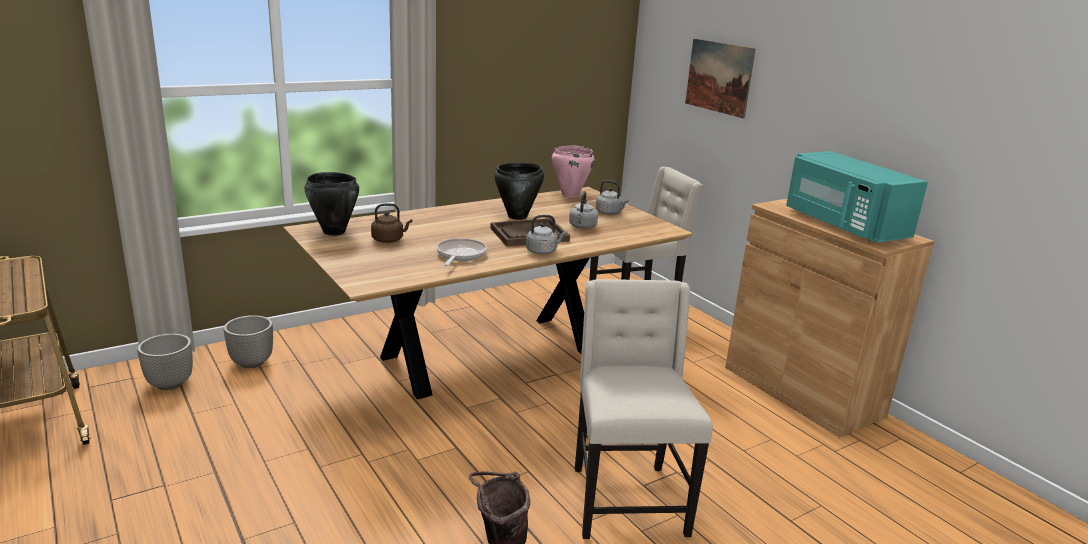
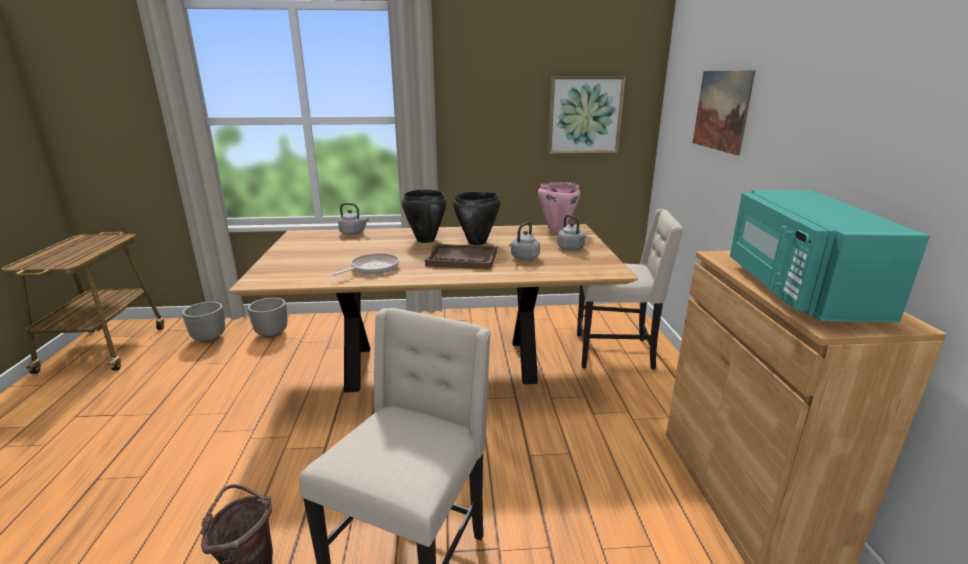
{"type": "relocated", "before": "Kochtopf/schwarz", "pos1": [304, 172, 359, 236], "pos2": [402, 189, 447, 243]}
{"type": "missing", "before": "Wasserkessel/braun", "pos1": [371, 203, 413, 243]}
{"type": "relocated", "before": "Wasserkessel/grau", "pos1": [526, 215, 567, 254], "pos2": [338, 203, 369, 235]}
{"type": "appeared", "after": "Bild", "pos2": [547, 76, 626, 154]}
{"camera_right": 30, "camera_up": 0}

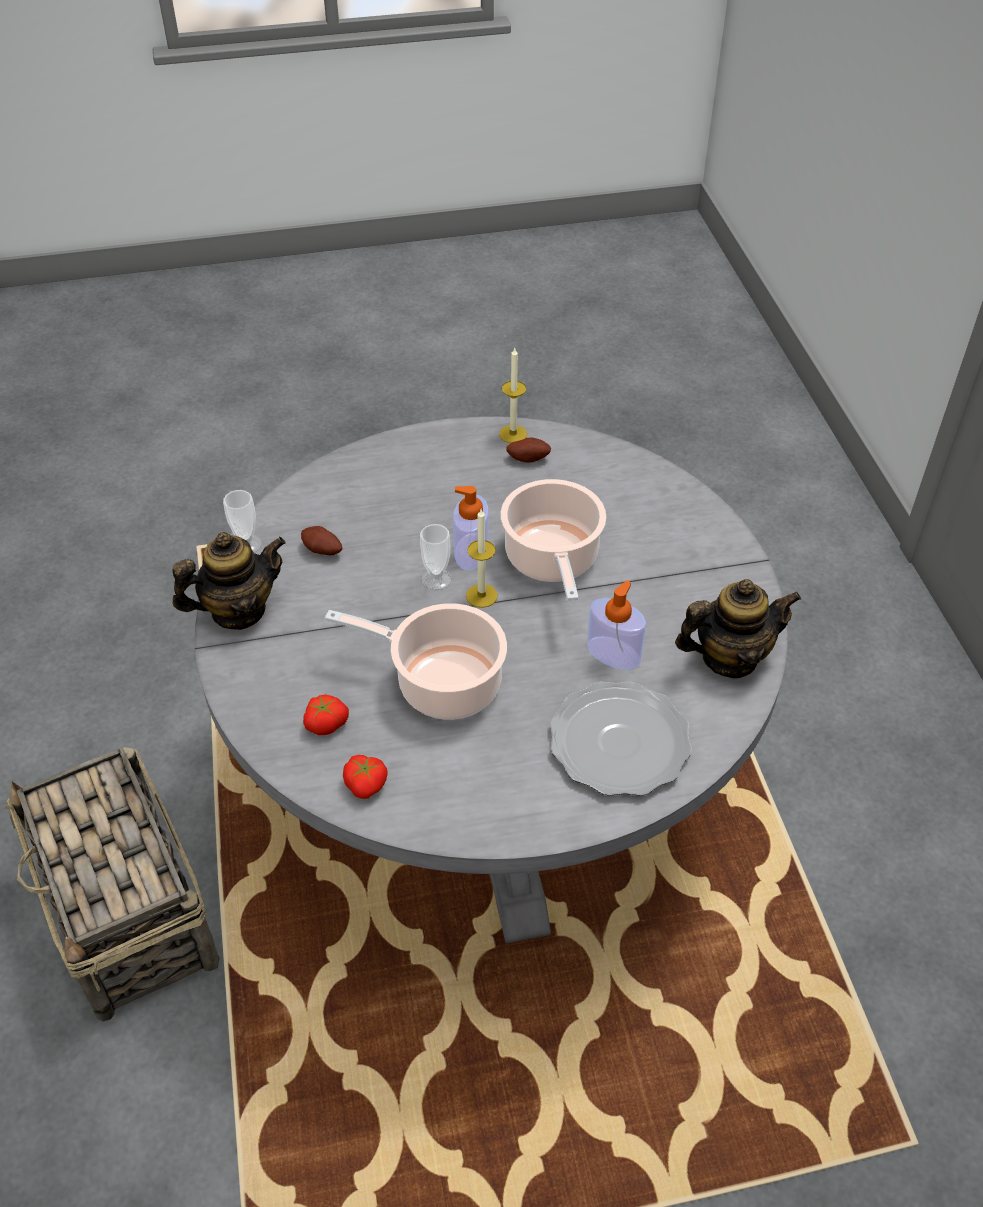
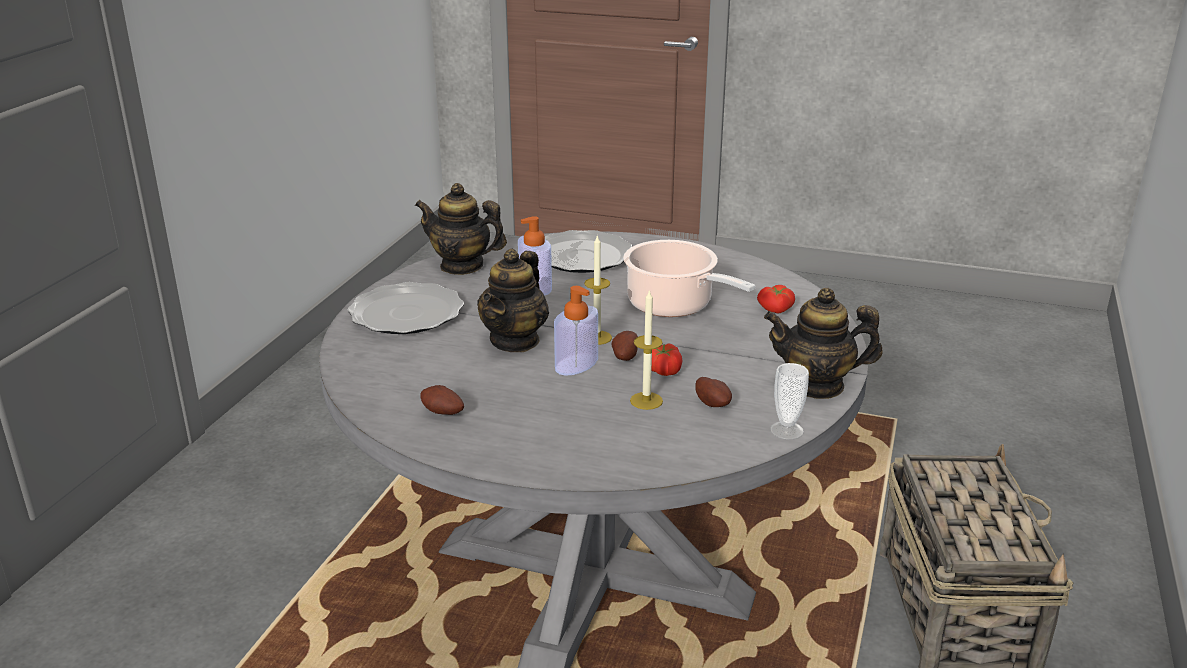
{"type": "relocated", "before": "Tomate", "pos1": [343, 755, 388, 799], "pos2": [652, 343, 682, 376]}
{"type": "exchanged", "before": "Tasse", "after": "Kartoffel", "pos1": [420, 524, 452, 590], "pos2": [612, 331, 638, 361]}
{"type": "relocated", "before": "Kerze", "pos1": [499, 348, 527, 443], "pos2": [630, 289, 663, 410]}
{"type": "exchanged", "before": "Kochtopf", "after": "Teekanne", "pos1": [501, 479, 606, 601], "pos2": [477, 248, 549, 352]}
{"type": "appeared", "after": "Teller", "pos2": [348, 282, 464, 334]}
{"camera_right": -150, "camera_up": -20}

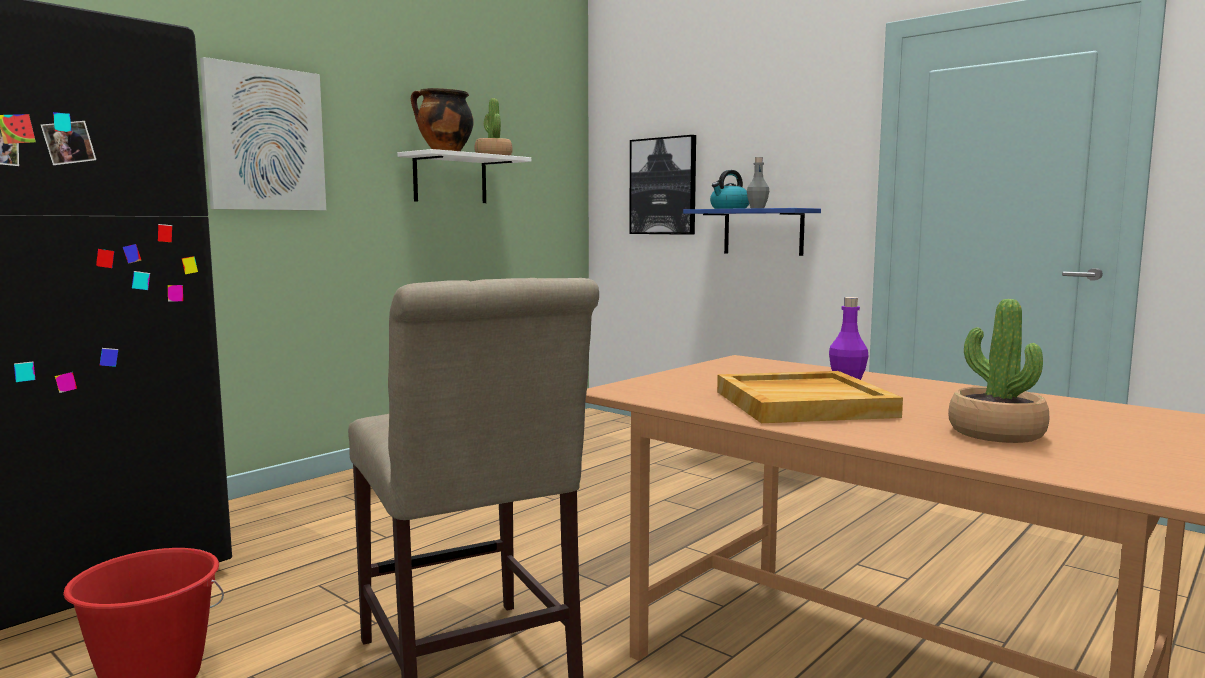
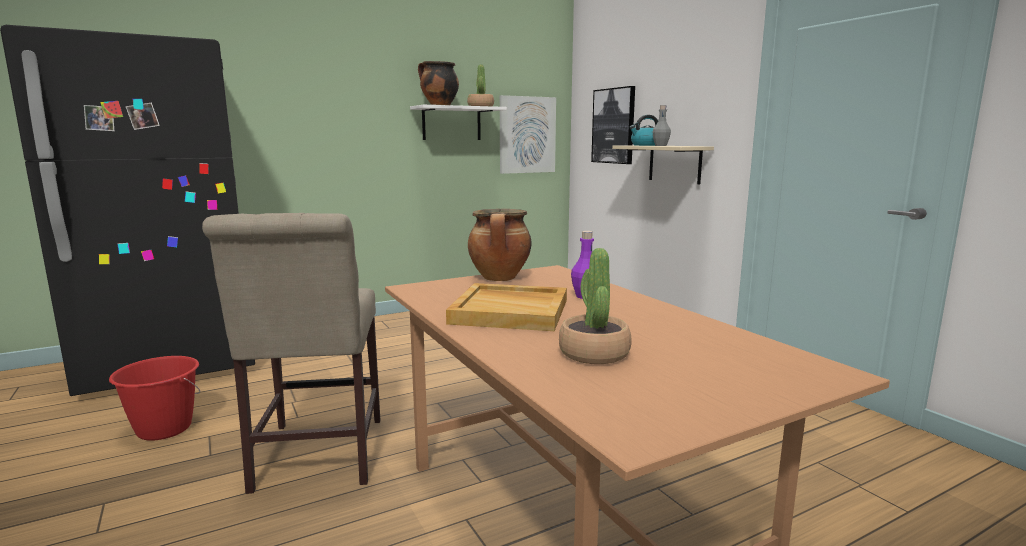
{"type": "relocated", "before": "Bild", "pos1": [200, 57, 326, 211], "pos2": [500, 95, 556, 174]}
{"type": "colour", "before": "Wandregal/blau", "after": "Wandregal/beige", "pos1": [683, 208, 821, 256], "pos2": [612, 145, 714, 184]}
{"type": "appeared", "after": "Kochtopf", "pos2": [468, 209, 531, 281]}
{"camera_right": 20, "camera_up": 5}

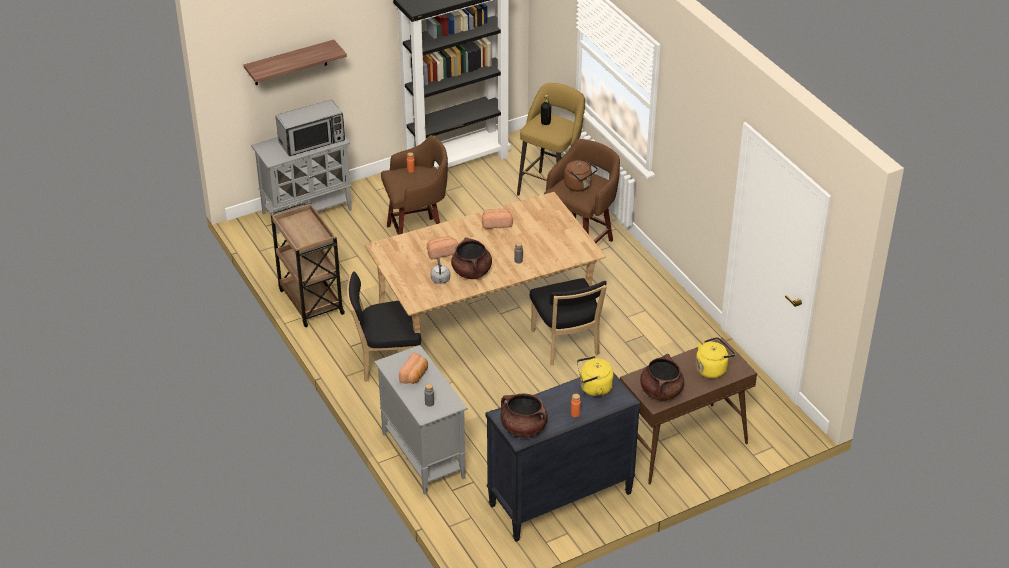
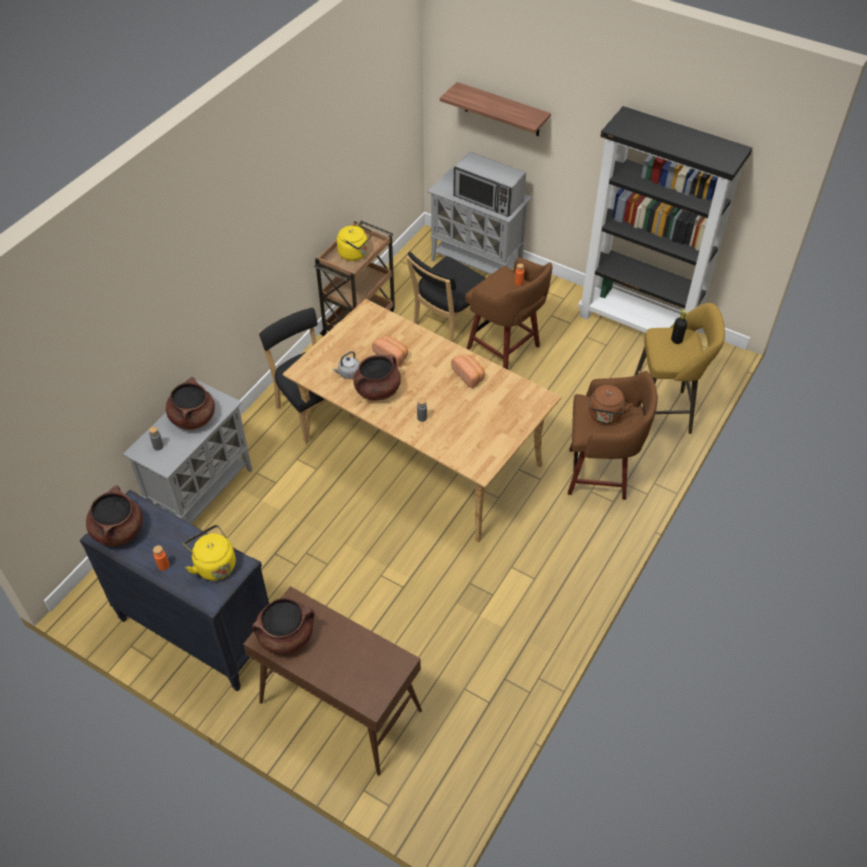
{"type": "exchanged", "before": "Brot", "after": "Kochtopf/braun", "pos1": [399, 353, 428, 384], "pos2": [166, 377, 215, 430]}
{"type": "relocated", "before": "Stuhl/schwarz", "pos1": [530, 278, 607, 365], "pos2": [406, 252, 486, 342]}
{"type": "relocated", "before": "Wasserkessel/gelb", "pos1": [696, 337, 736, 378], "pos2": [337, 224, 373, 261]}
{"camera_right": 60, "camera_up": 10}

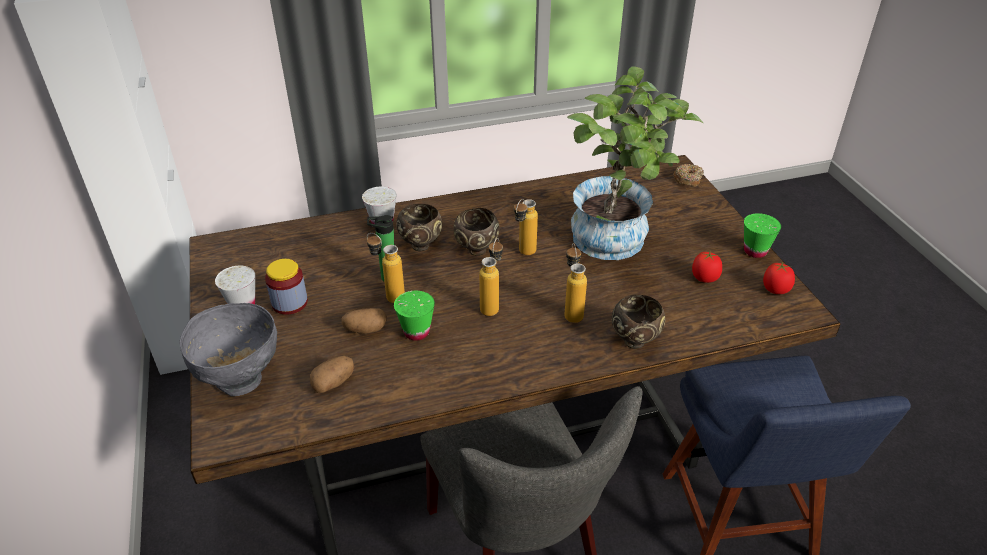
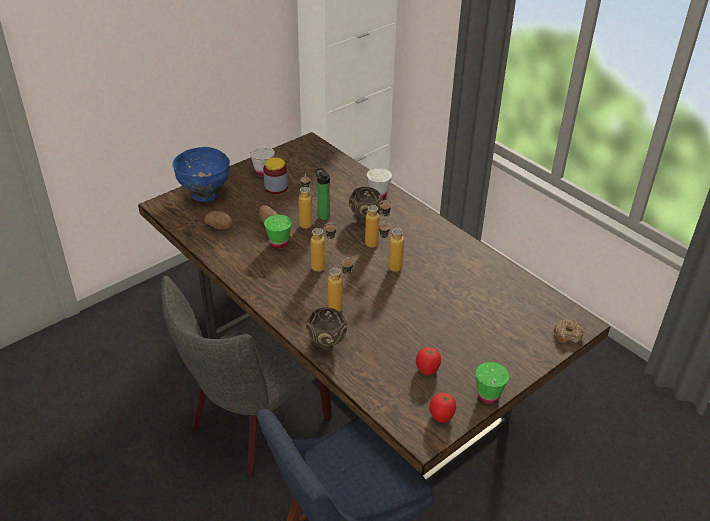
{"type": "colour", "before": "Schüssel/grau", "after": "Schüssel/blau", "pos1": [179, 303, 277, 396], "pos2": [172, 147, 230, 202]}
{"type": "exchanged", "before": "Schüssel/braun", "after": "Flasche", "pos1": [453, 208, 500, 256], "pos2": [365, 201, 392, 248]}
{"type": "missing", "before": "Topfpflanze", "pos1": [567, 66, 703, 260]}
{"camera_right": 65, "camera_up": 0}

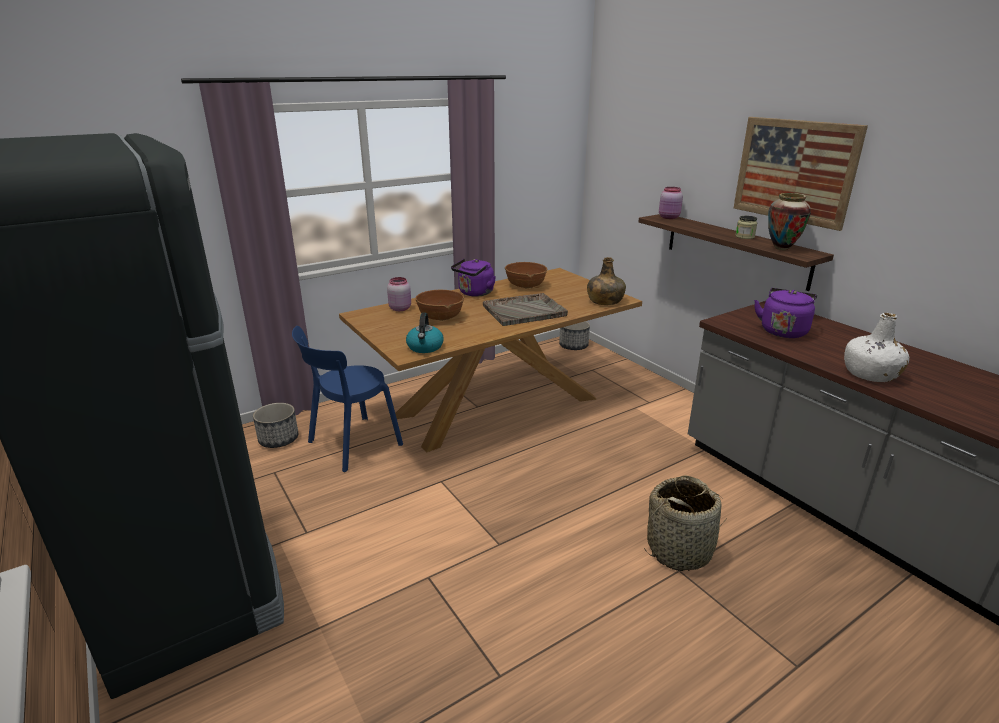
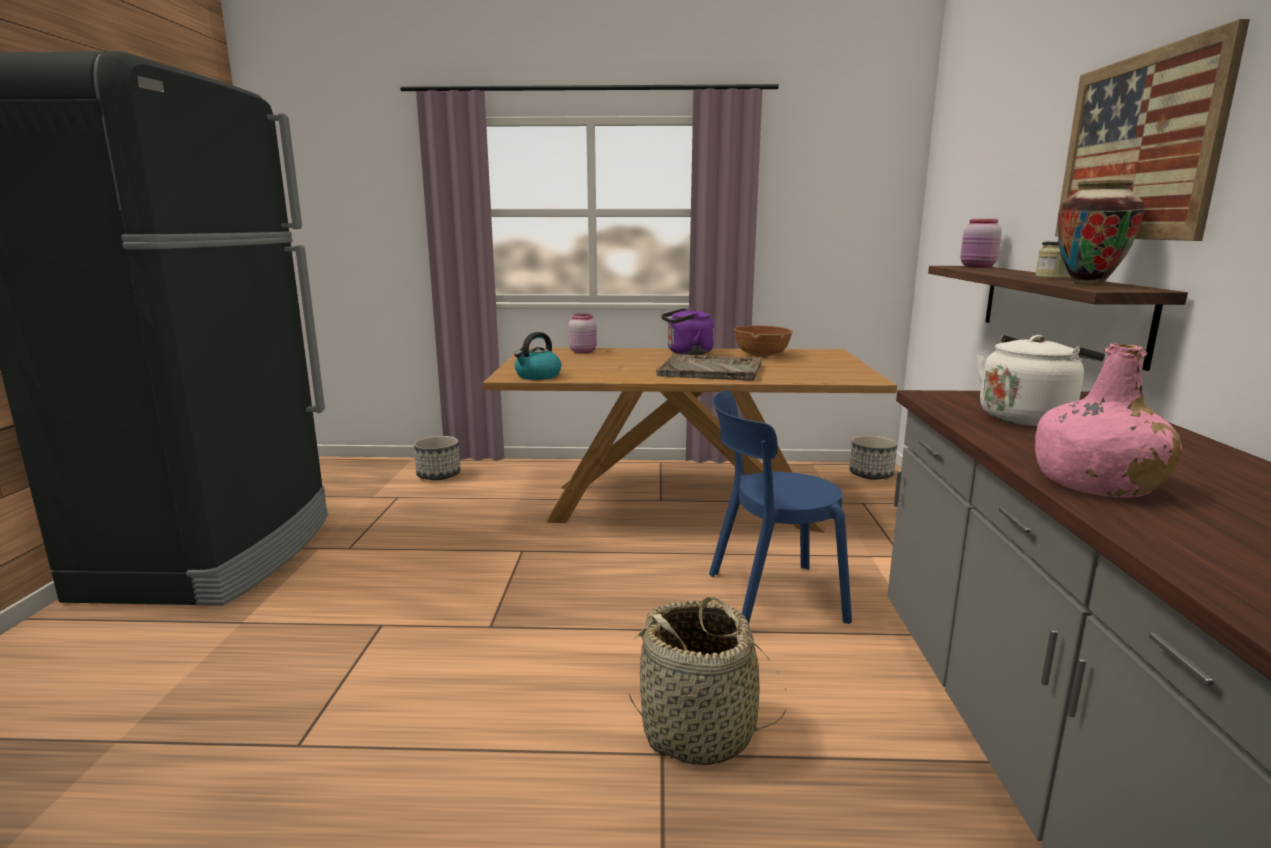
{"type": "relocated", "before": "Stuhl/blau", "pos1": [292, 326, 403, 472], "pos2": [709, 390, 852, 624]}
{"type": "missing", "before": "Schüssel/braun", "pos1": [415, 290, 464, 321]}
{"type": "missing", "before": "Flasche/grün", "pos1": [587, 257, 626, 305]}
{"type": "colour", "before": "Wasserkessel/lila", "after": "Wasserkessel/weiß", "pos1": [754, 288, 817, 338], "pos2": [977, 335, 1105, 426]}
{"type": "colour", "before": "Flasche/weiß", "after": "Flasche/rosa", "pos1": [844, 313, 910, 382], "pos2": [1035, 343, 1182, 498]}
{"camera_right": 35, "camera_up": -10}

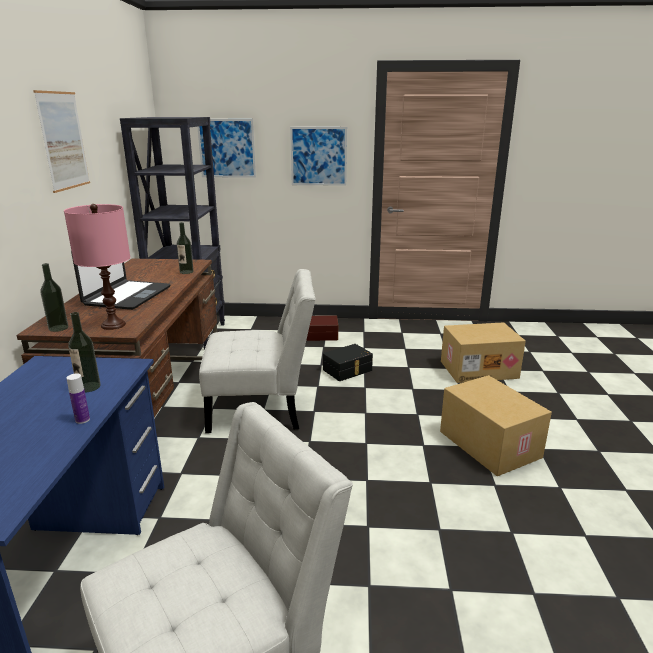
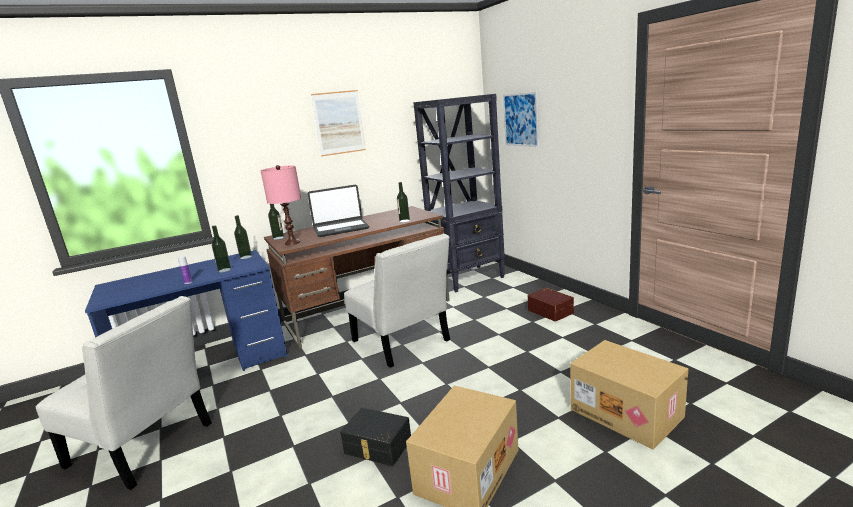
{"type": "missing", "before": "Bild", "pos1": [290, 127, 347, 186]}
{"type": "relocated", "before": "Aufbewahrungsbox/schwarz", "pos1": [323, 344, 373, 381], "pos2": [340, 408, 411, 466]}
{"type": "appeared", "after": "Flasche", "pos2": [234, 215, 252, 259]}
{"camera_right": 60, "camera_up": -5}

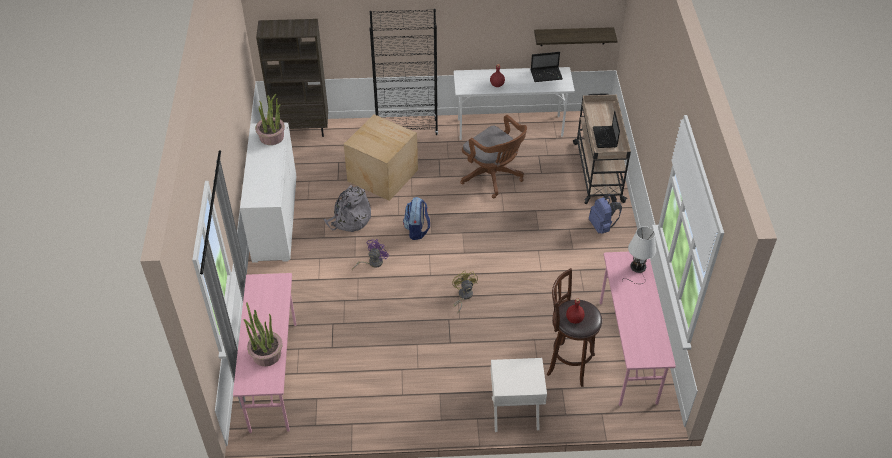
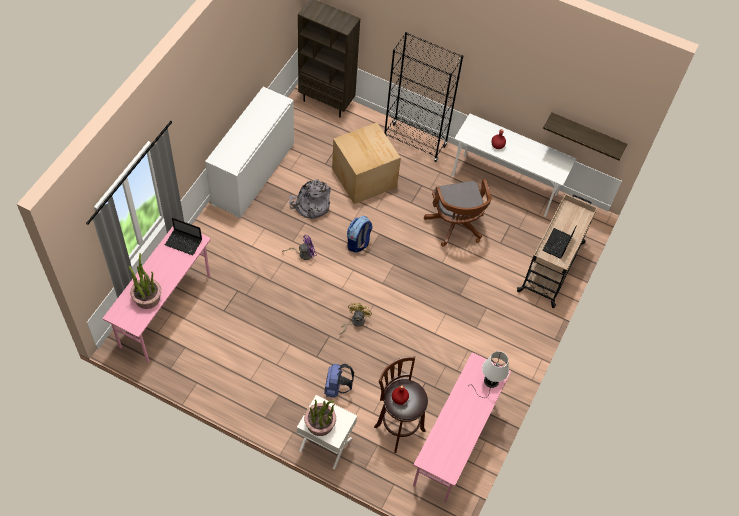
{"type": "relocated", "before": "Topfpflanze", "pos1": [255, 94, 285, 145], "pos2": [304, 399, 336, 436]}
{"type": "relocated", "before": "Laptop", "pos1": [531, 52, 563, 82], "pos2": [165, 218, 202, 255]}
{"type": "relocated", "before": "Rucksack/blau", "pos1": [589, 194, 622, 234], "pos2": [324, 364, 354, 398]}
{"camera_right": 25, "camera_up": 10}

